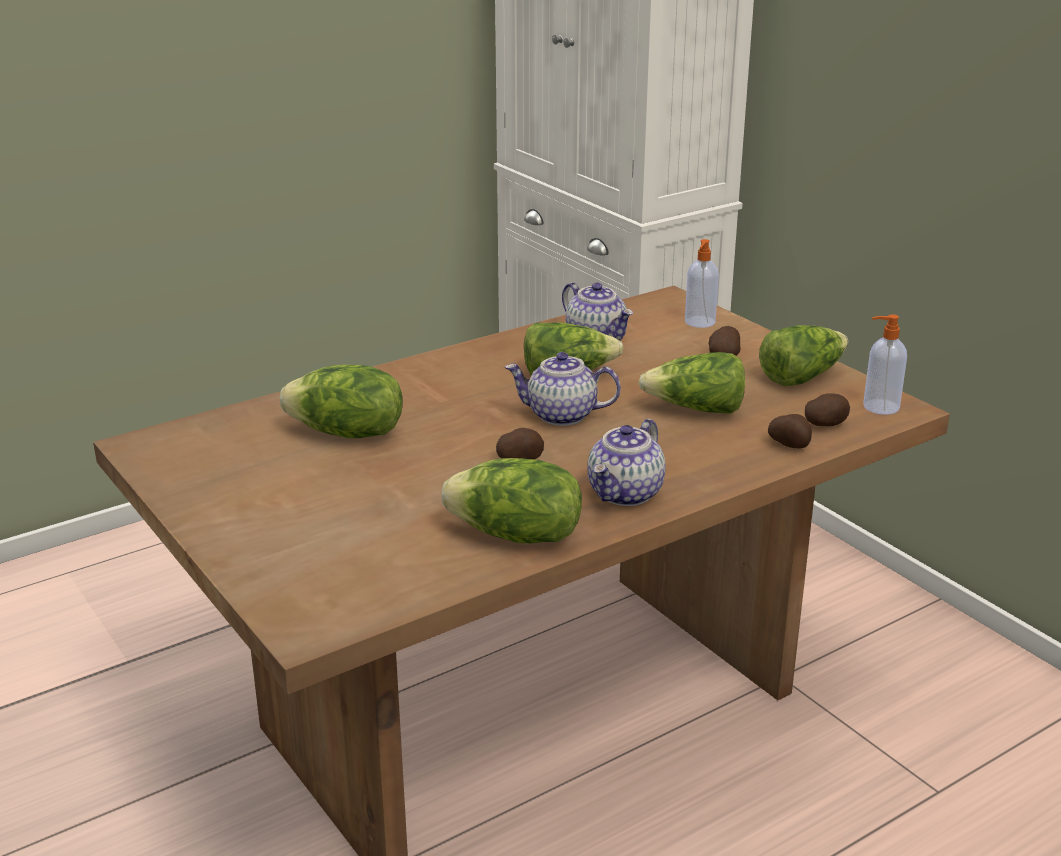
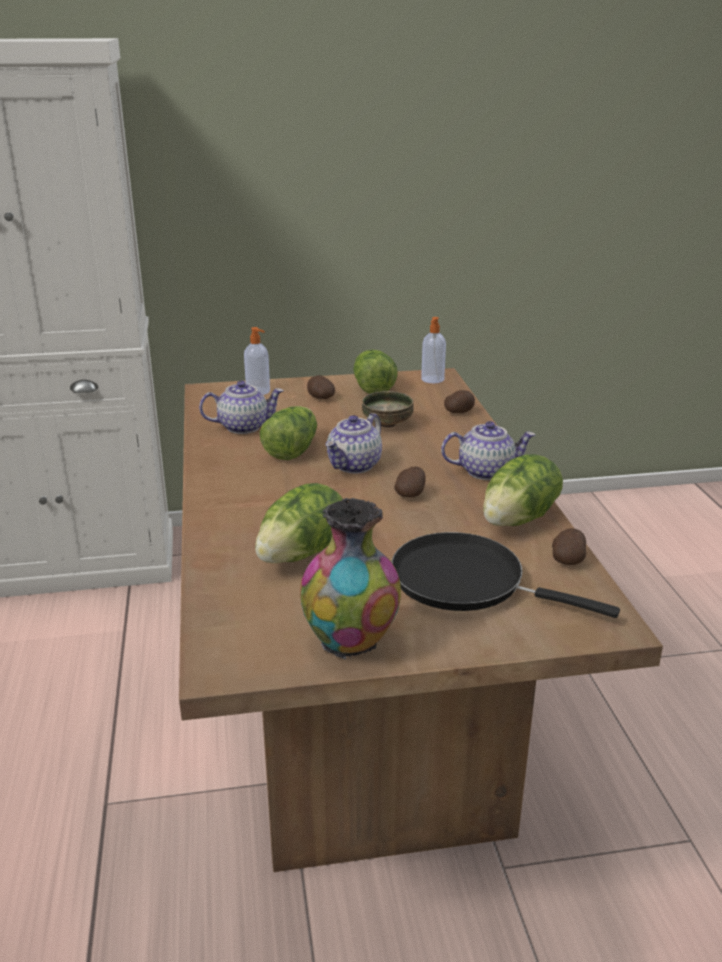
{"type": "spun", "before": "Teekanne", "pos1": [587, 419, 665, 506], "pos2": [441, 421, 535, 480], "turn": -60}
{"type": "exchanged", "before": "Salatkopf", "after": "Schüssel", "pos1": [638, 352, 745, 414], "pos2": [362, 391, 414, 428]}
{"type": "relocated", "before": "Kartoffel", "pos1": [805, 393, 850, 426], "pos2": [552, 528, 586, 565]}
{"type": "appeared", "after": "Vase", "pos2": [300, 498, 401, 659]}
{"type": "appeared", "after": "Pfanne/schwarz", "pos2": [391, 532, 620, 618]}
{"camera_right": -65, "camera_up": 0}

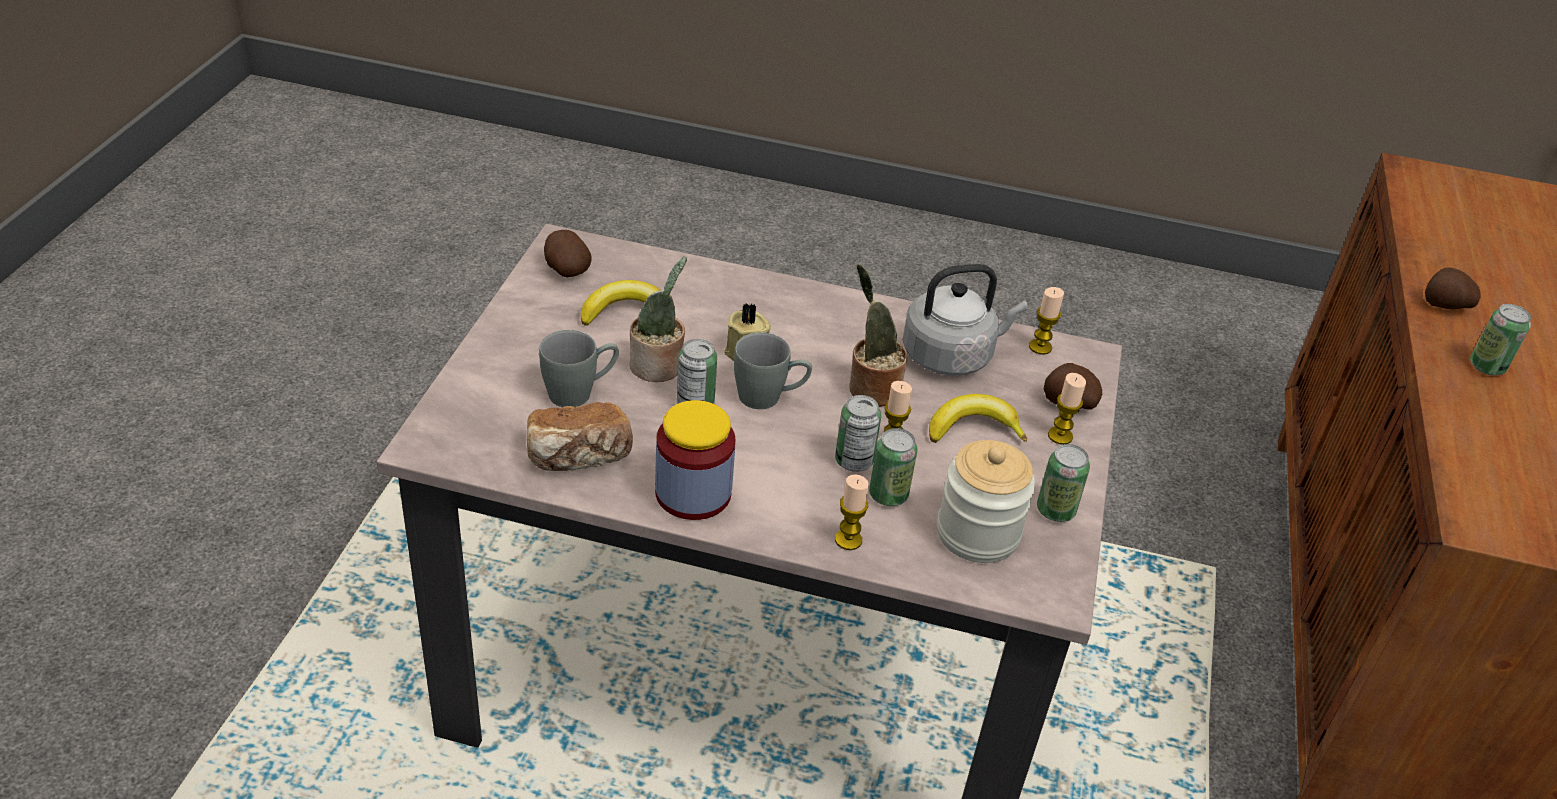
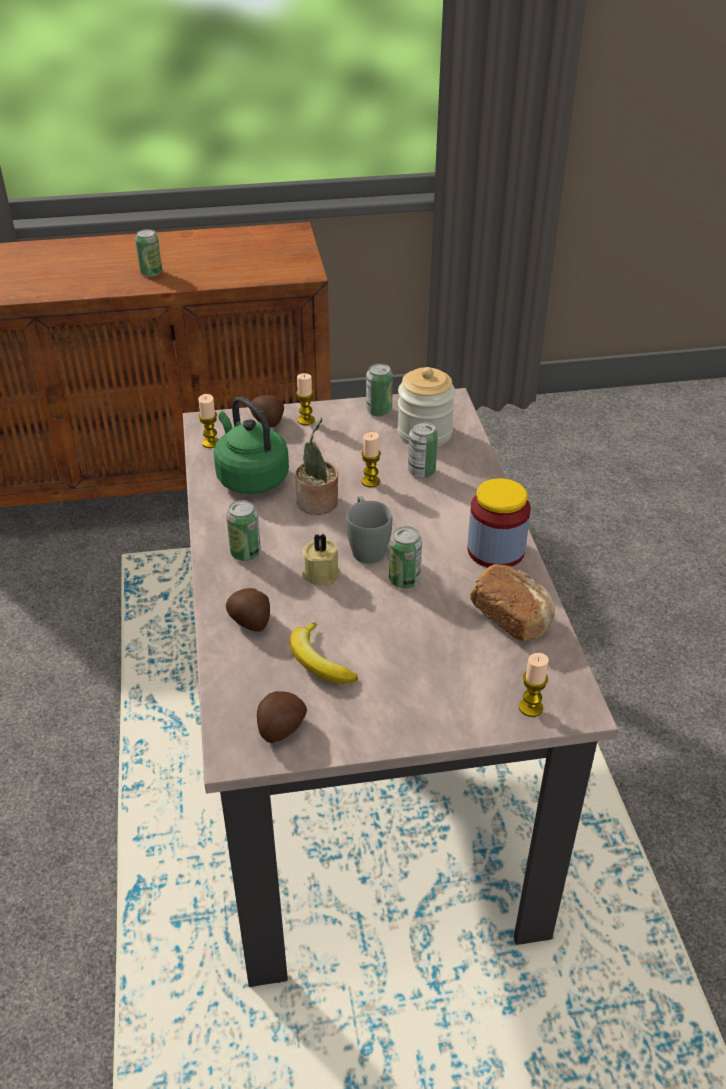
{"type": "missing", "before": "Henkelbecher/grau", "pos1": [539, 330, 619, 407]}
{"type": "missing", "before": "Topfpflanze", "pos1": [630, 256, 687, 382]}
{"type": "relocated", "before": "Dose", "pos1": [835, 395, 881, 472], "pos2": [226, 500, 261, 561]}
{"type": "relocated", "before": "Kerze", "pos1": [835, 475, 869, 550], "pos2": [519, 653, 549, 717]}
{"type": "colour", "before": "Wasserkessel/grau", "after": "Wasserkessel/grün", "pos1": [903, 264, 1028, 376], "pos2": [214, 397, 289, 494]}
{"type": "missing", "before": "Banane", "pos1": [929, 394, 1027, 443]}
{"type": "relocated", "before": "Kartoffel", "pos1": [1425, 267, 1481, 310], "pos2": [226, 588, 270, 632]}
{"camera_right": -110, "camera_up": 0}

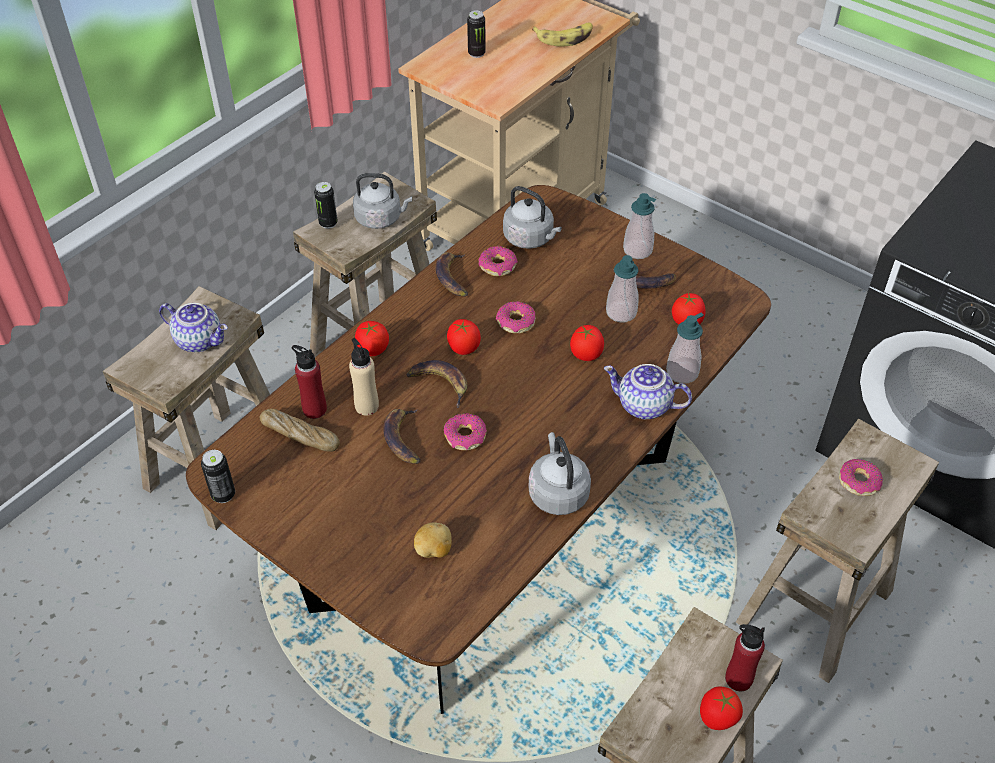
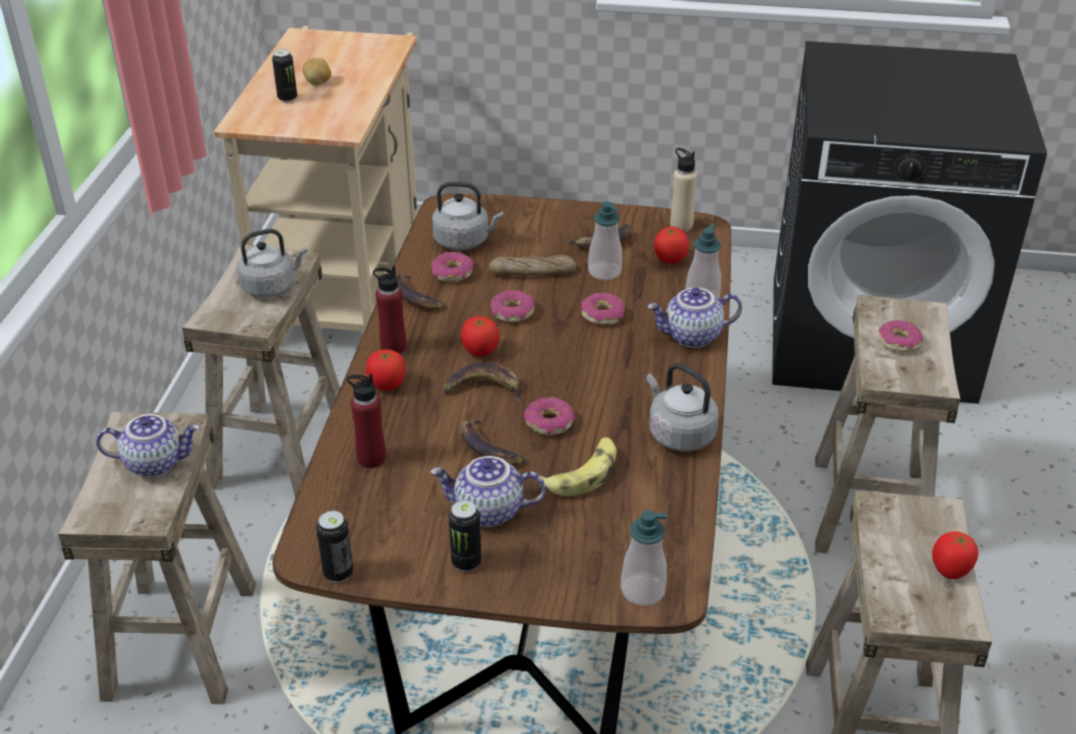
{"type": "relocated", "before": "Brot", "pos1": [260, 409, 340, 452], "pos2": [489, 255, 576, 275]}
{"type": "relocated", "before": "Dose", "pos1": [314, 182, 338, 229], "pos2": [449, 500, 481, 572]}
{"type": "relocated", "before": "Flasche/beige", "pos1": [349, 338, 379, 416], "pos2": [670, 148, 697, 232]}
{"type": "relocated", "before": "Kartoffel", "pos1": [414, 522, 452, 558], "pos2": [303, 58, 331, 85]}
{"type": "relocated", "before": "Banane", "pos1": [532, 22, 593, 47], "pos2": [531, 437, 617, 496]}
{"type": "exchanged", "before": "Tomate", "after": "Donut", "pos1": [570, 325, 604, 361], "pos2": [581, 292, 625, 325]}
{"type": "relocated", "before": "Seifenspender", "pos1": [623, 193, 656, 259], "pos2": [621, 510, 668, 606]}
{"type": "relocated", "before": "Flasche/rot", "pos1": [725, 624, 765, 691], "pos2": [373, 265, 407, 354]}
{"type": "appeared", "after": "Teekanne", "pos2": [430, 456, 546, 527]}
{"camera_right": -30, "camera_up": -10}

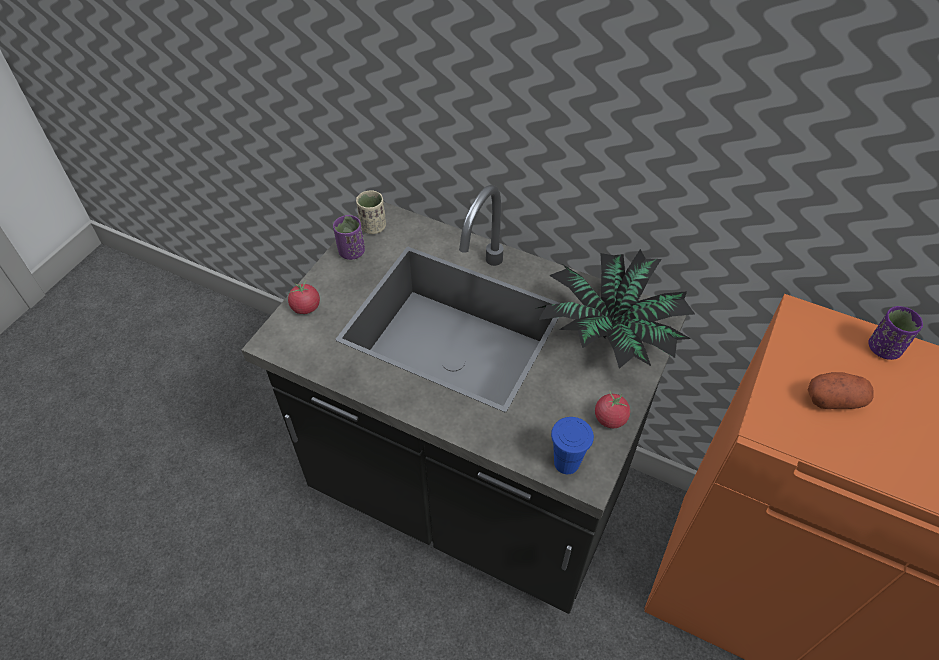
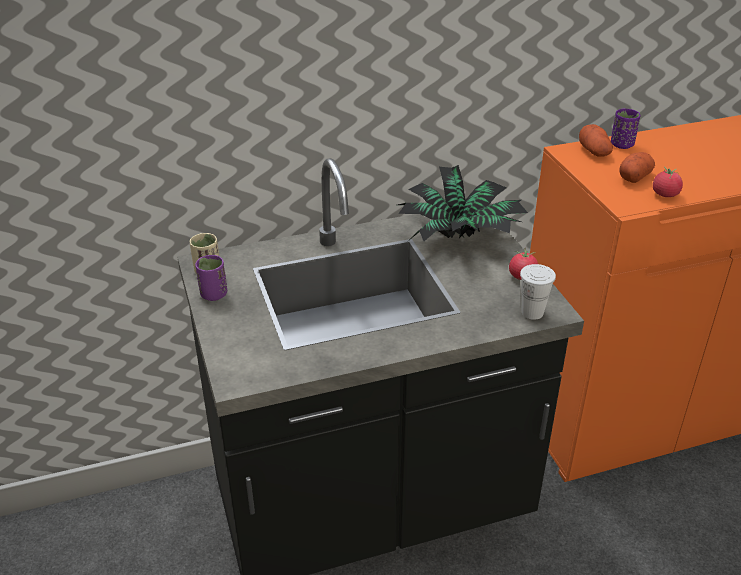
{"type": "relocated", "before": "Tomate", "pos1": [288, 280, 320, 314], "pos2": [653, 167, 683, 197]}
{"type": "colour", "before": "Tasse/blau", "after": "Tasse/weiß", "pos1": [551, 417, 594, 474], "pos2": [520, 264, 556, 320]}
{"type": "appeared", "after": "Kartoffel", "pos2": [579, 124, 613, 157]}
{"camera_right": -45, "camera_up": -15}

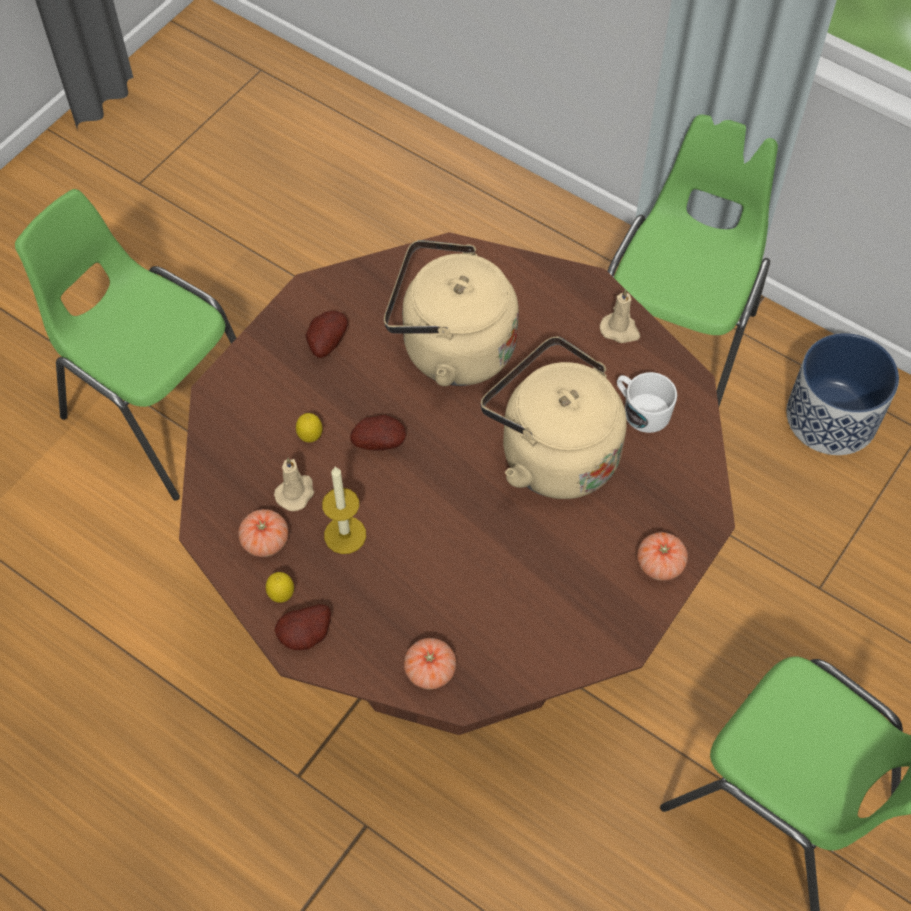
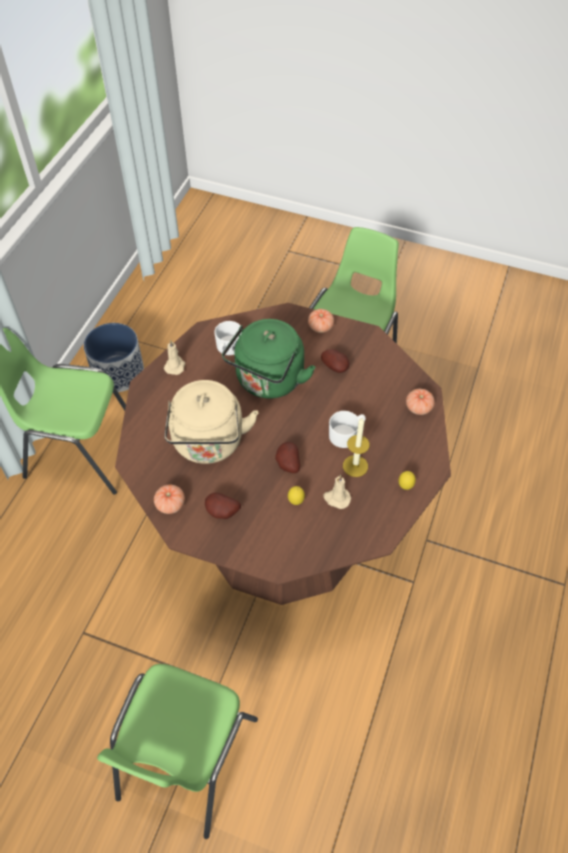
{"type": "relocated", "before": "Tomate", "pos1": [238, 509, 288, 557], "pos2": [154, 484, 185, 514]}
{"type": "relocated", "before": "Kartoffel", "pos1": [275, 604, 331, 650], "pos2": [321, 349, 349, 373]}
{"type": "colour", "before": "Wasserkessel/beige", "after": "Wasserkessel/grün", "pos1": [481, 337, 627, 499], "pos2": [222, 319, 315, 399]}
{"type": "appeared", "after": "Henkelbecher/weiß", "pos2": [329, 411, 366, 448]}
{"camera_right": -105, "camera_up": -5}

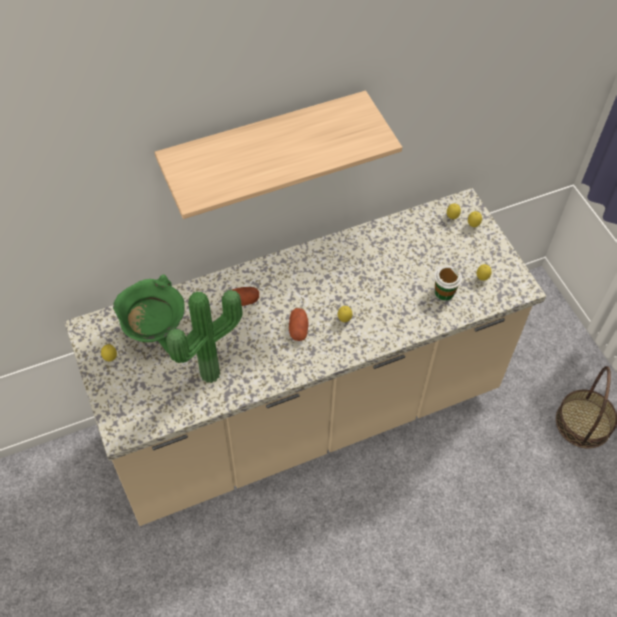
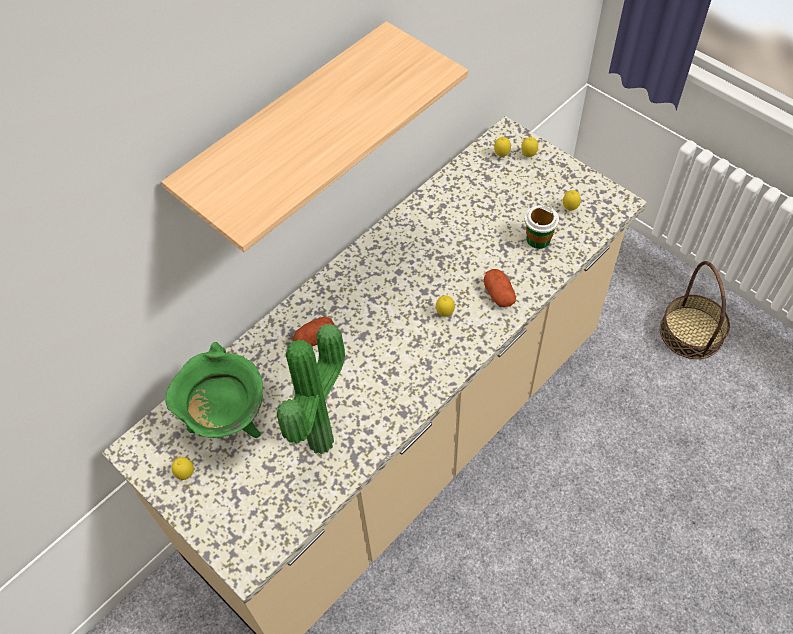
{"type": "relocated", "before": "Kartoffel", "pos1": [289, 308, 309, 341], "pos2": [484, 269, 516, 308]}
{"camera_right": -20, "camera_up": 0}

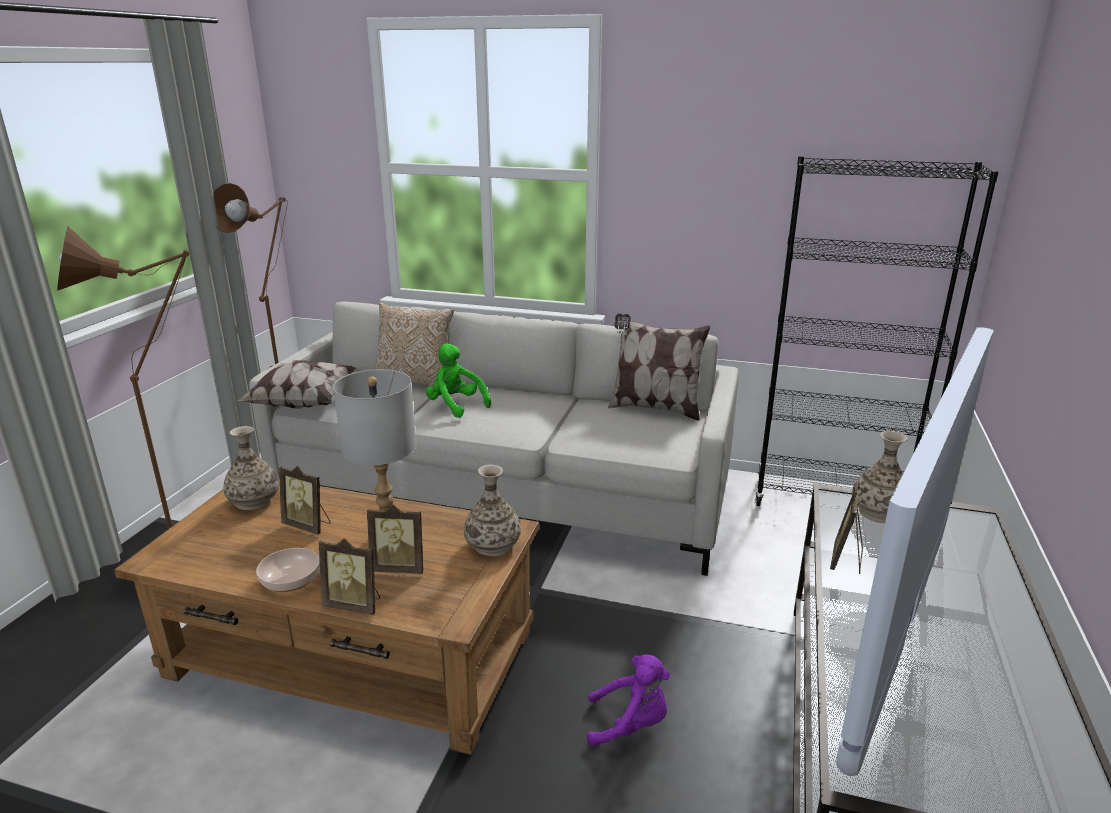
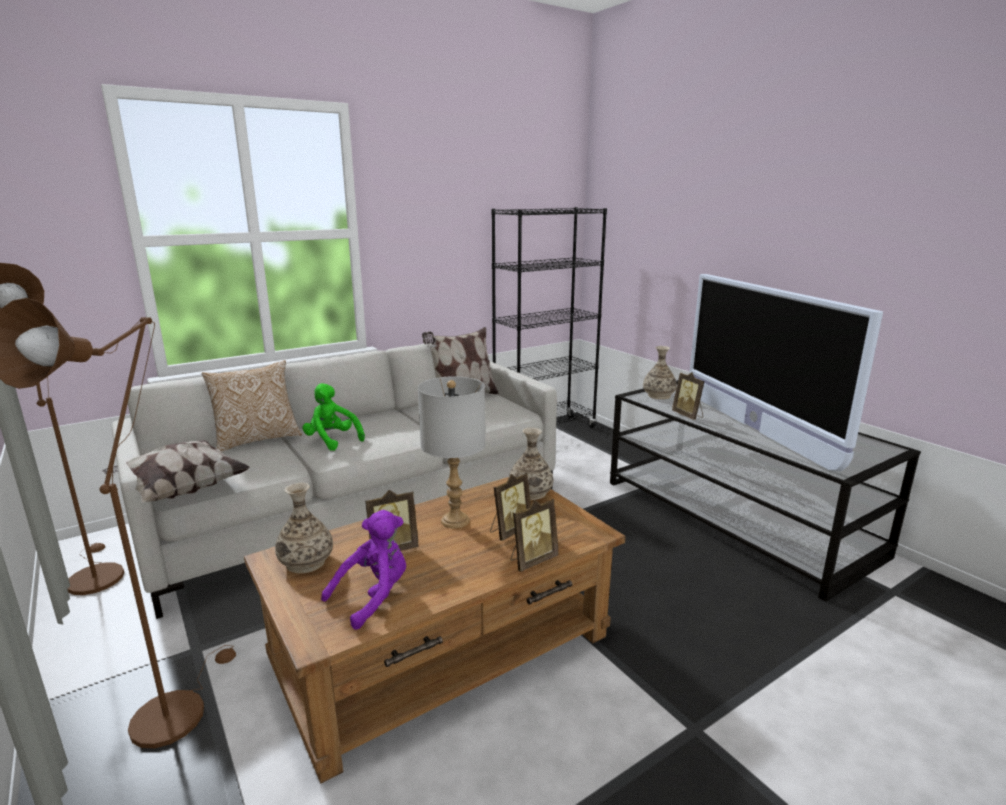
{"type": "missing", "before": "Schüssel", "pos1": [256, 548, 320, 592]}
{"type": "spun", "before": "Plüschtier/grün", "pos1": [426, 343, 491, 418], "pos2": [302, 383, 365, 451], "turn": 45}
{"type": "relocated", "before": "Plüschtier/lila", "pos1": [587, 654, 670, 747], "pos2": [321, 510, 406, 630]}
{"camera_right": -50, "camera_up": -5}

